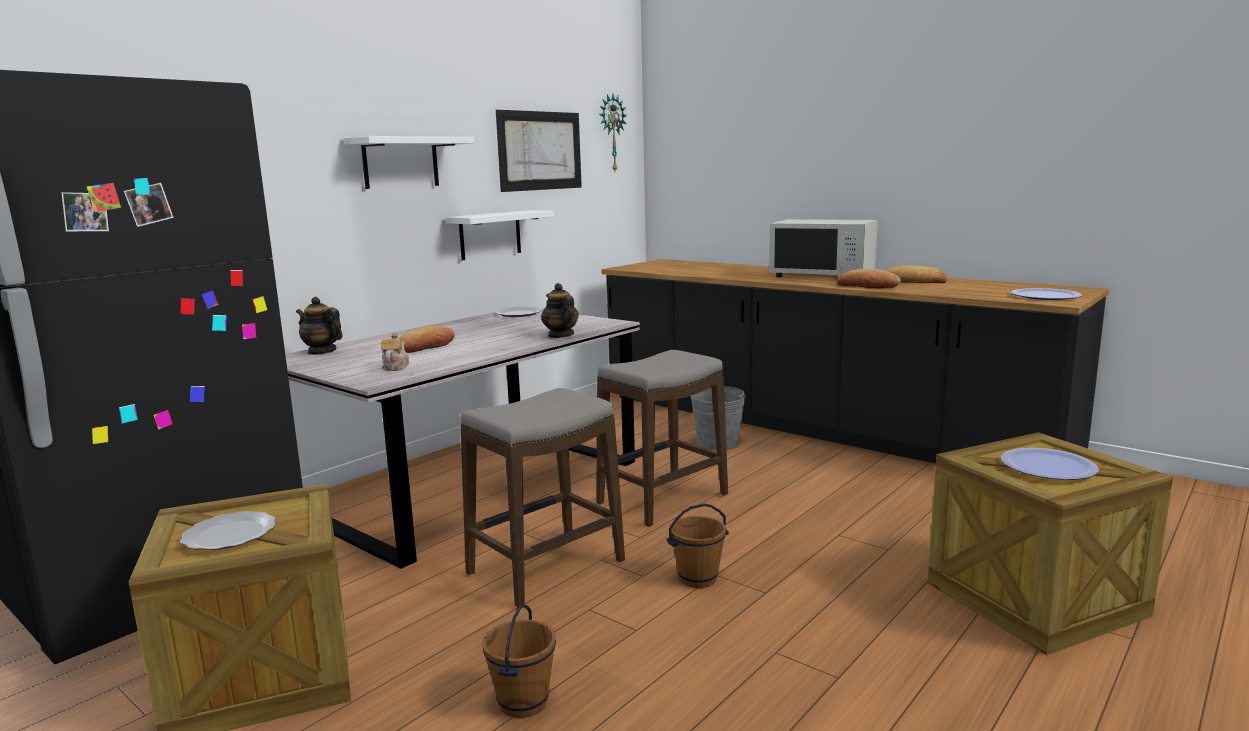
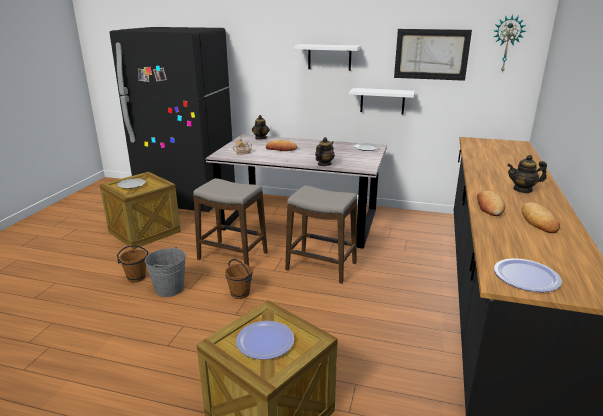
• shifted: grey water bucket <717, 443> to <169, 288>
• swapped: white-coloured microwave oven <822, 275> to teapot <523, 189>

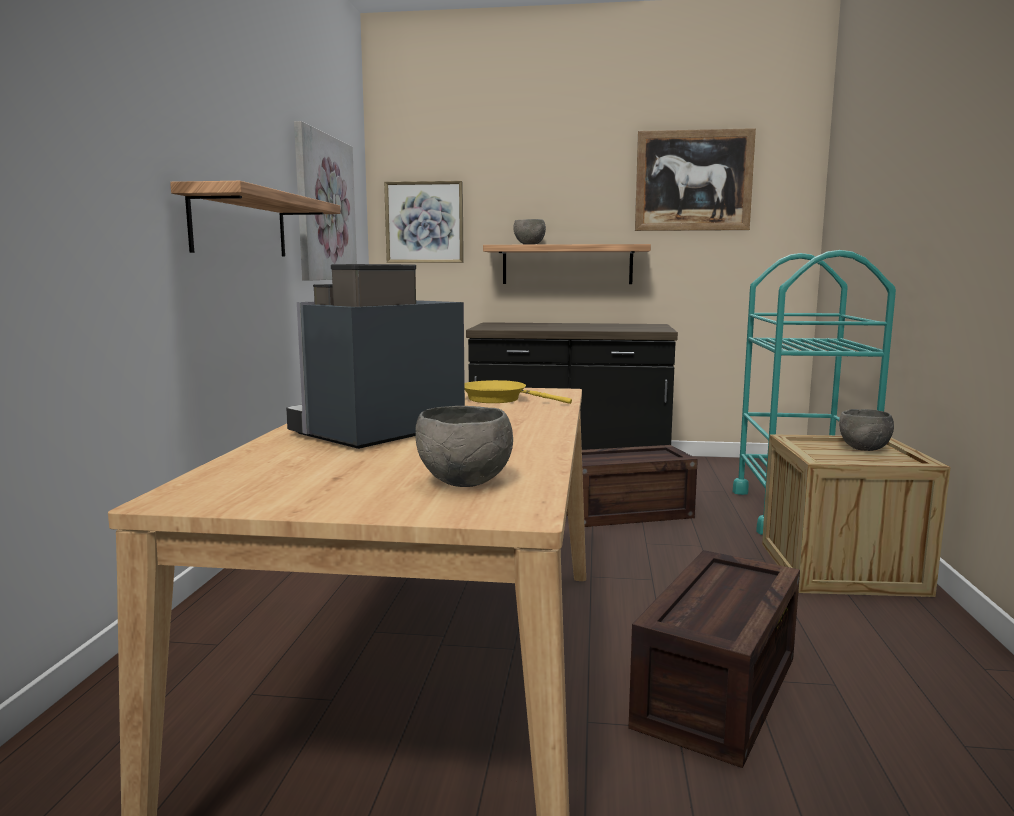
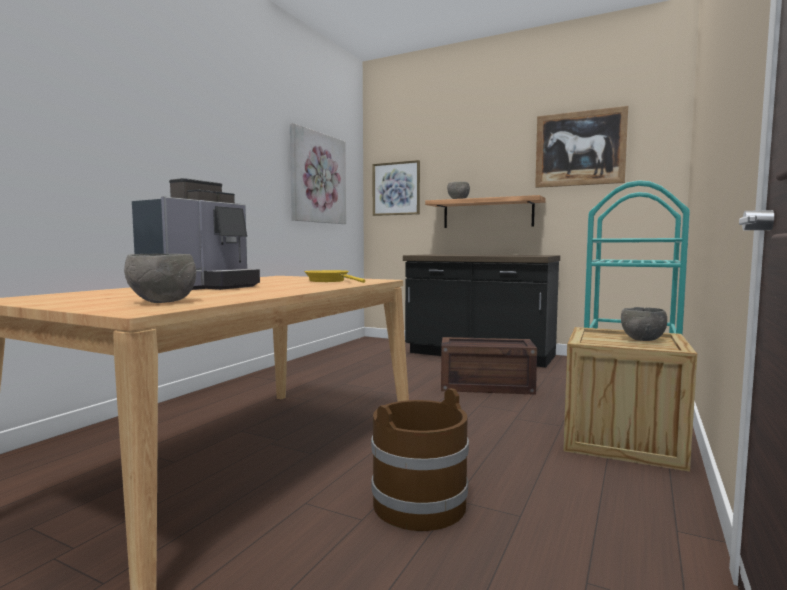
• gone: wall shelf <240, 225>
• rotated: coffee brewer <375, 432> = <202, 287> 150 degrees clockwise
• swapped: packing crate <719, 693> to brown water bucket <419, 504>

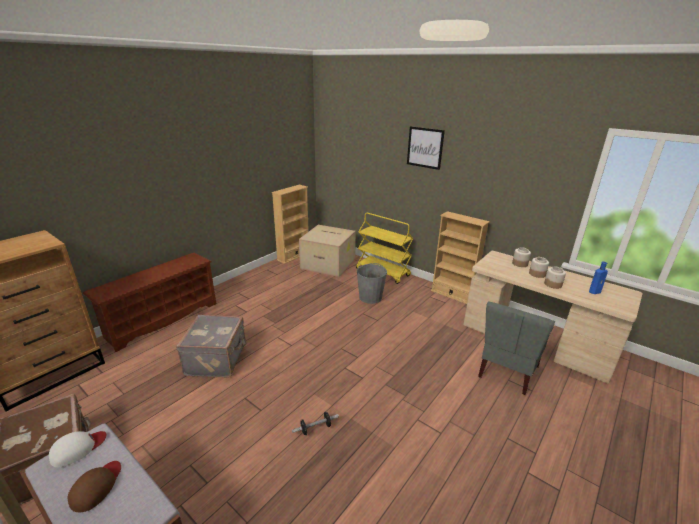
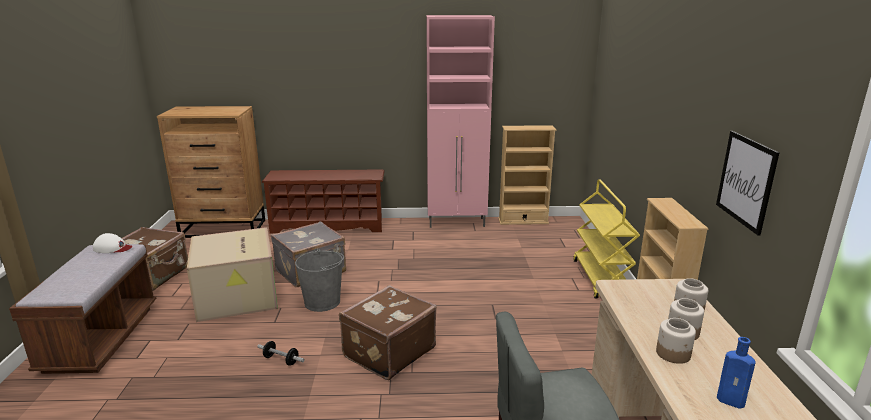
• gone: brown baseball cap <96, 487>
• shifted: carton <329, 263> to <238, 296>
• shifted: grey water bucket <370, 297> to <322, 302>
• shifted: picture <425, 147> to <746, 181>
• new: brown travel case <387, 352>
• new: pink cupboard <457, 223>

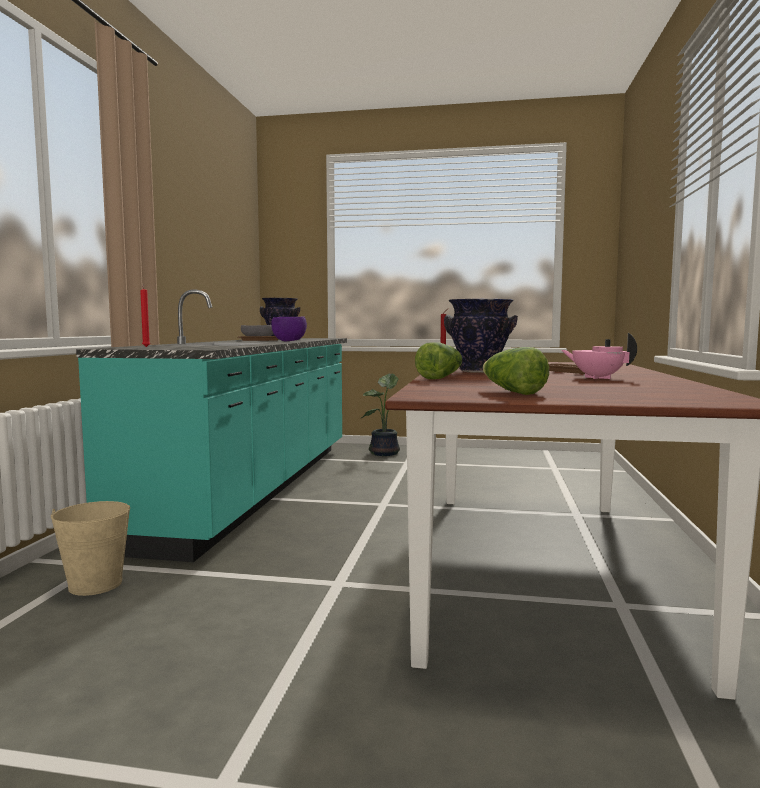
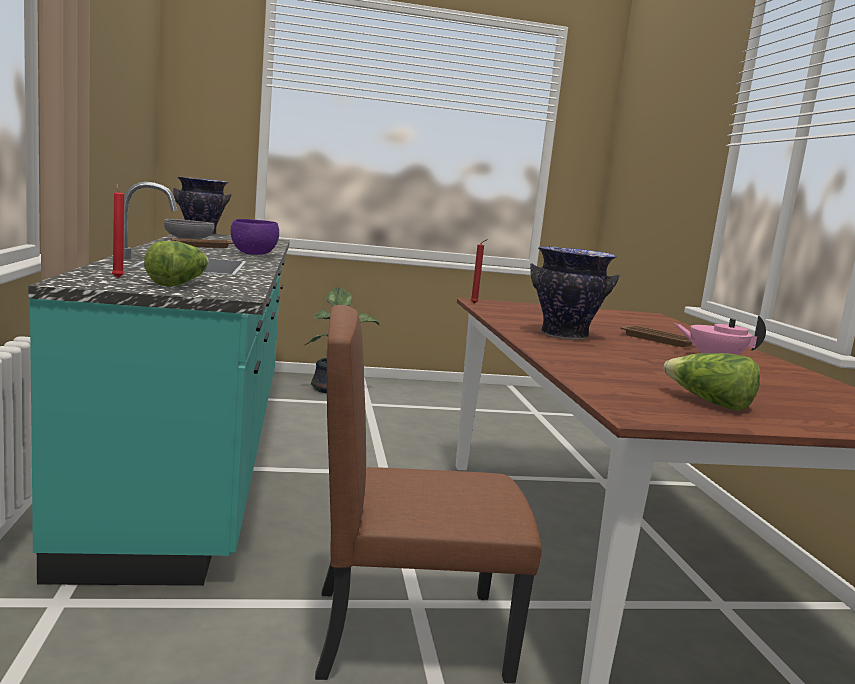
• gone: beige-coloured water bucket <95, 584>
• shifted: head of lettuce <440, 378> to <178, 284>
• new: brown chair <410, 632>

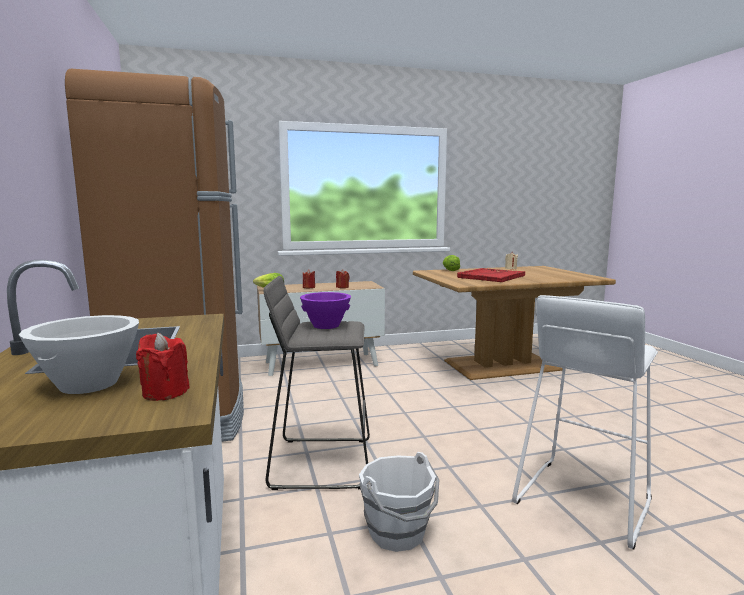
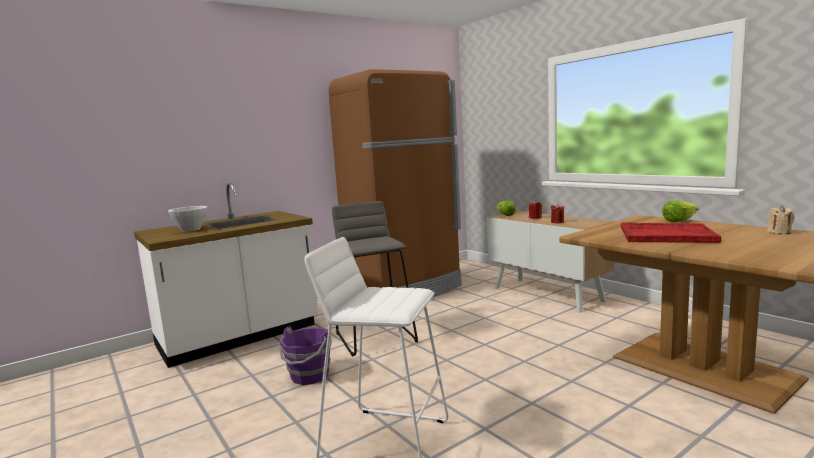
• gone: red wax light <165, 392>
• gone: purple-coloured serving bowl <326, 325>
• repainted: white-coloured water bucket <398, 533> to purple-coloured water bucket <309, 376>

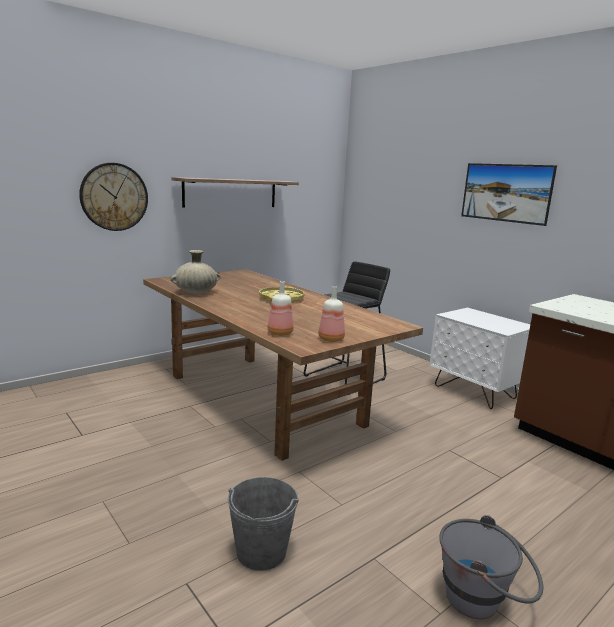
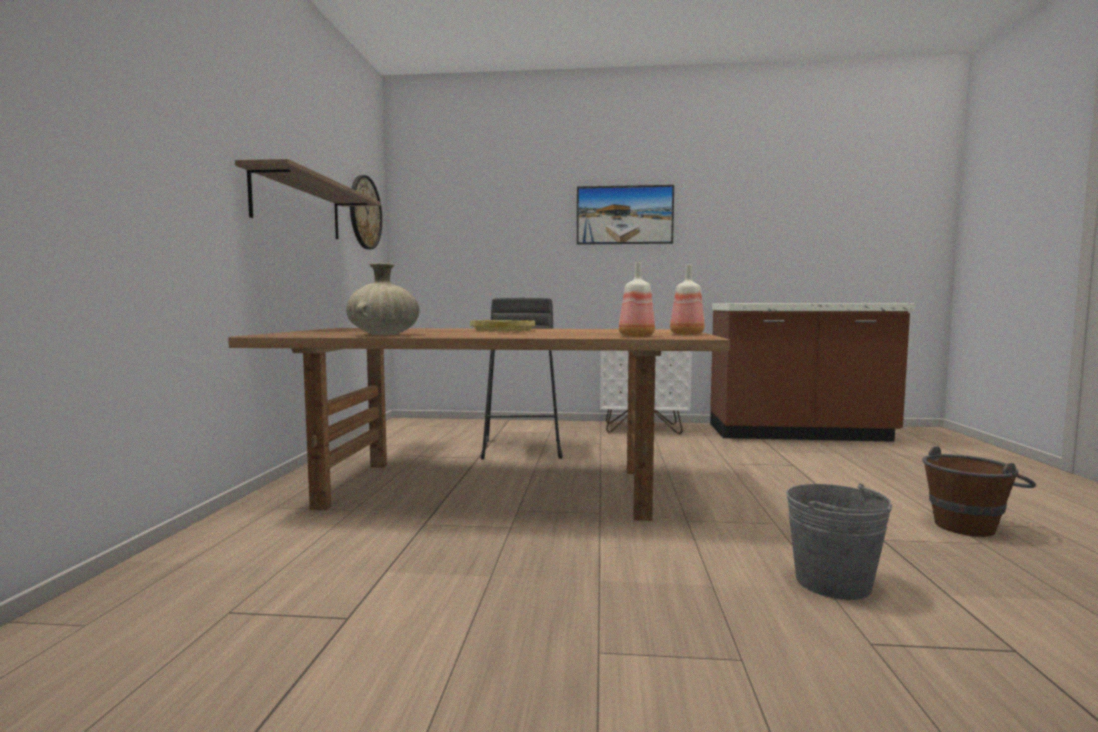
• shifted: hanging clock <114, 197> to <365, 212>
• repainted: grey water bucket <483, 602> to brown water bucket <971, 525>

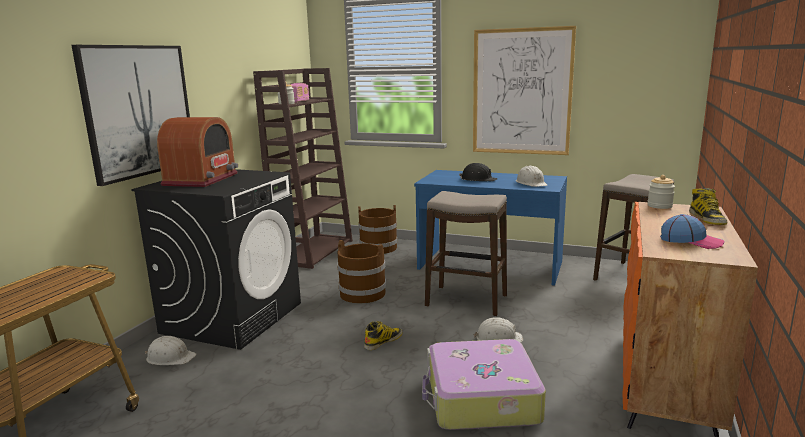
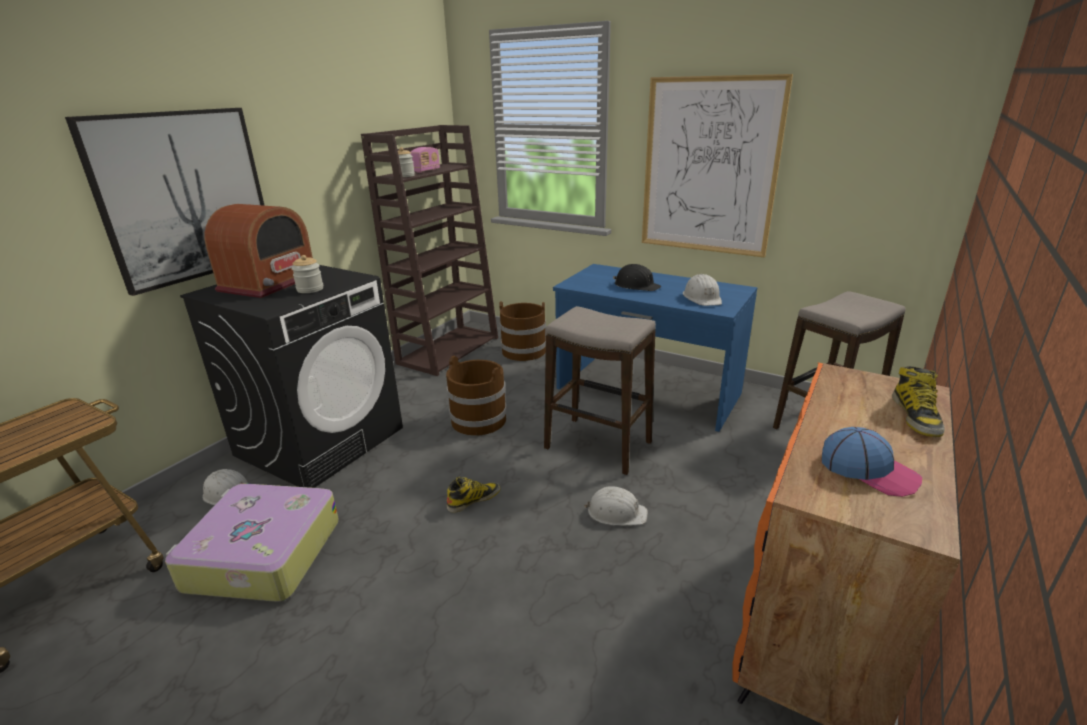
• shifted: travel case <480, 399> to <262, 555>
• shifted: jar <659, 206> to <310, 289>

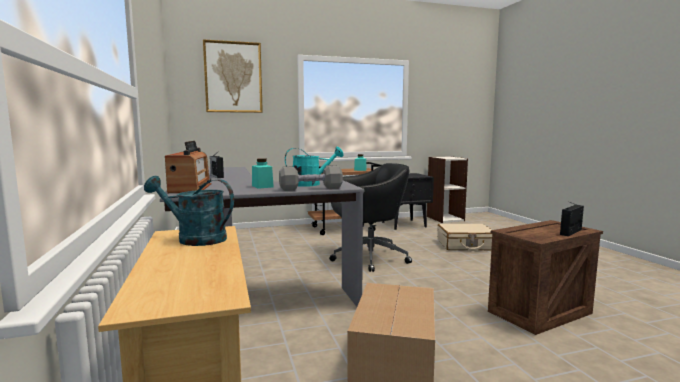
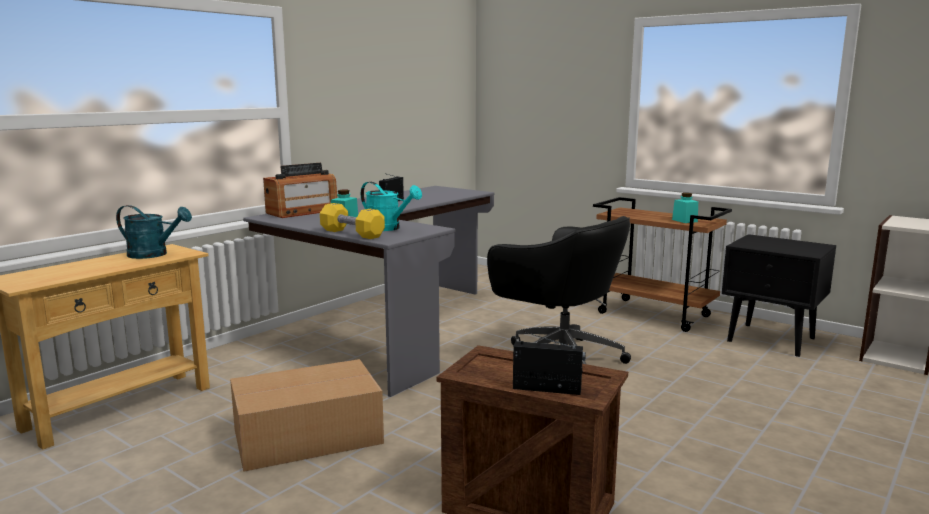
• rotated: turquoise-coloured watering can <194, 239> = <154, 254> 120 degrees clockwise
• gone: picture <233, 77>
• repainted: grey dumbbell <311, 189> to yellowish dumbbell <352, 234>
• gone: beige-coloured travel case <465, 245>

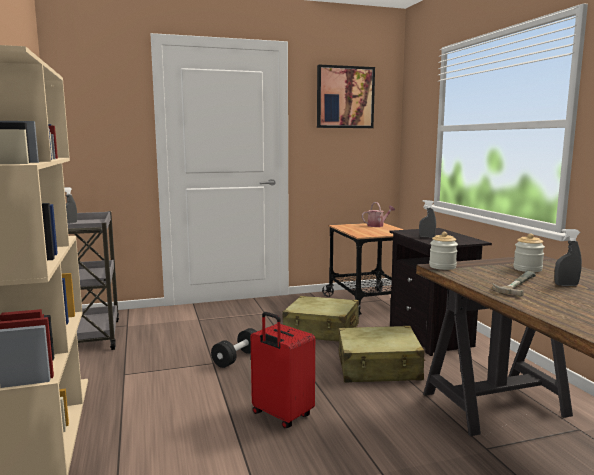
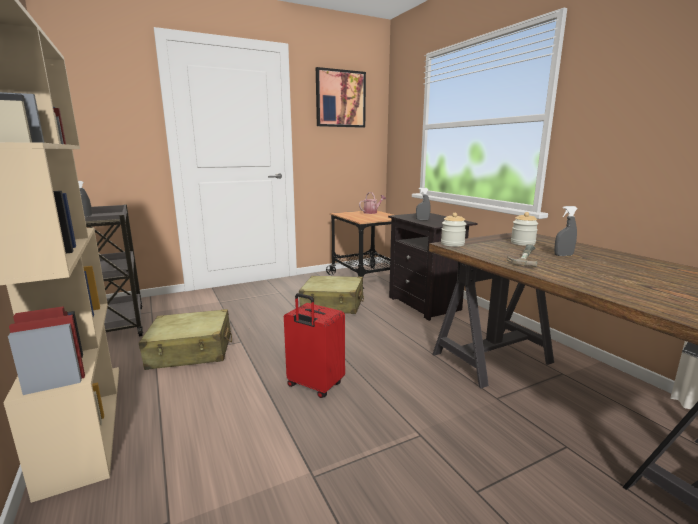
• gone: black dumbbell <237, 358>
• shifted: beige-coloured travel case <379, 368> to <191, 351>

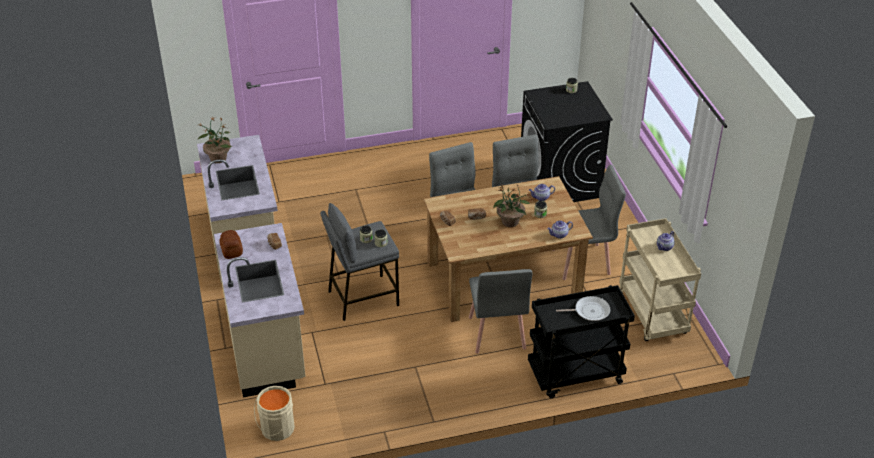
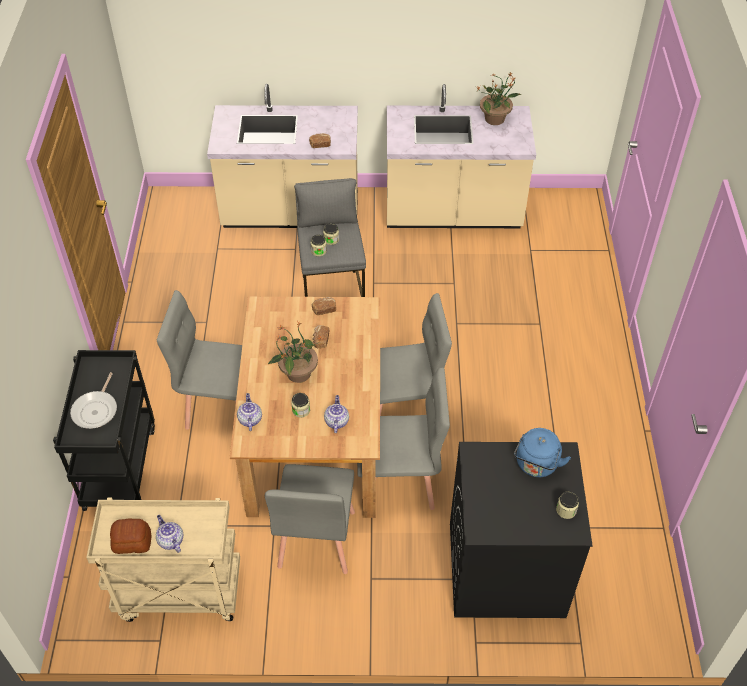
• shifted: baked bread <231, 250> to <132, 541>
• gone: beige-coloured water bucket <276, 429>
• new: bluish tea kettle <536, 465>

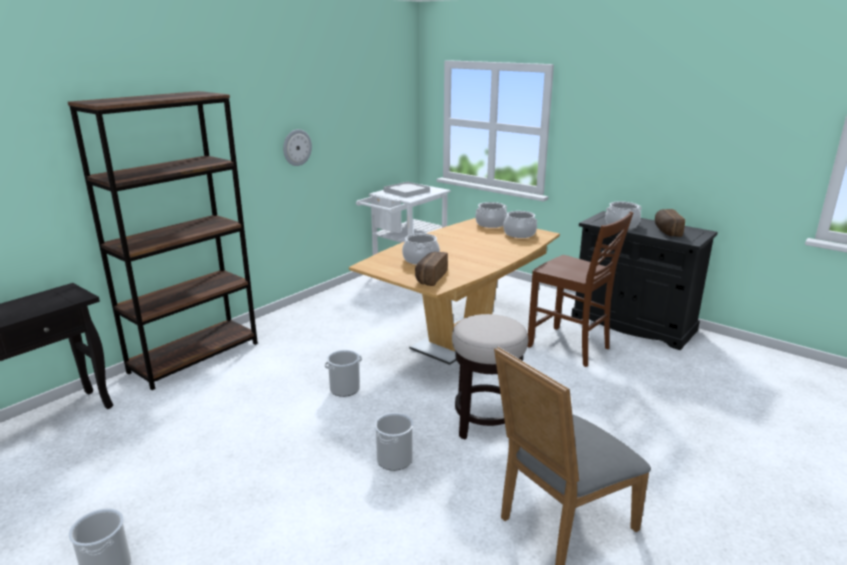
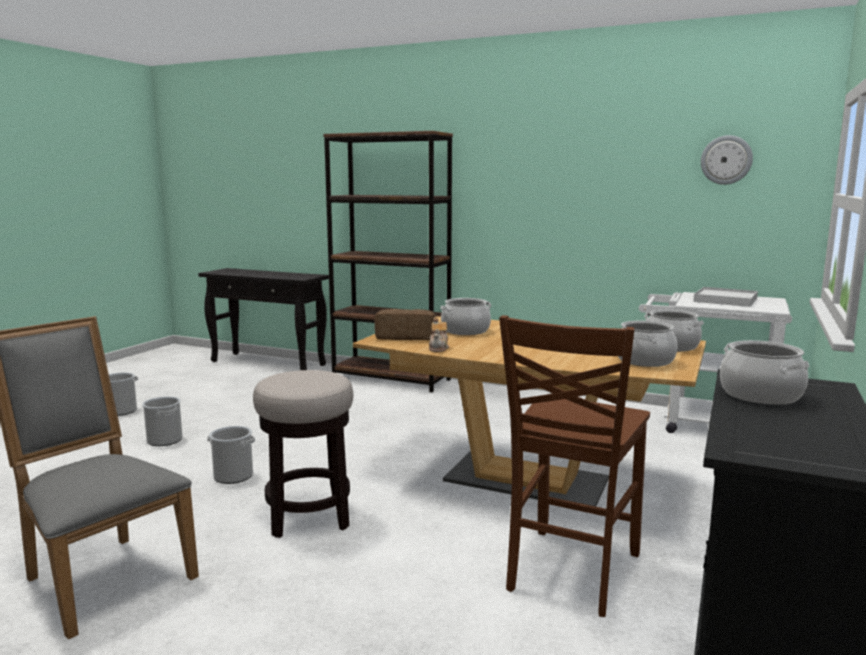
• shifted: hanging clock <296, 147> to <726, 160>
• shifted: water bucket <345, 389> to <165, 440>
• gone: baked bread <666, 231>
• new: teapot <438, 348>

